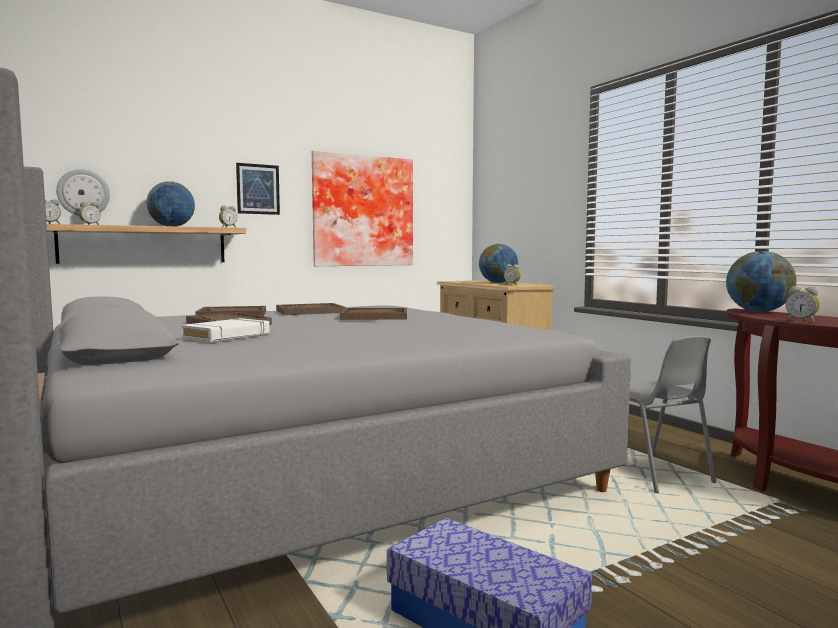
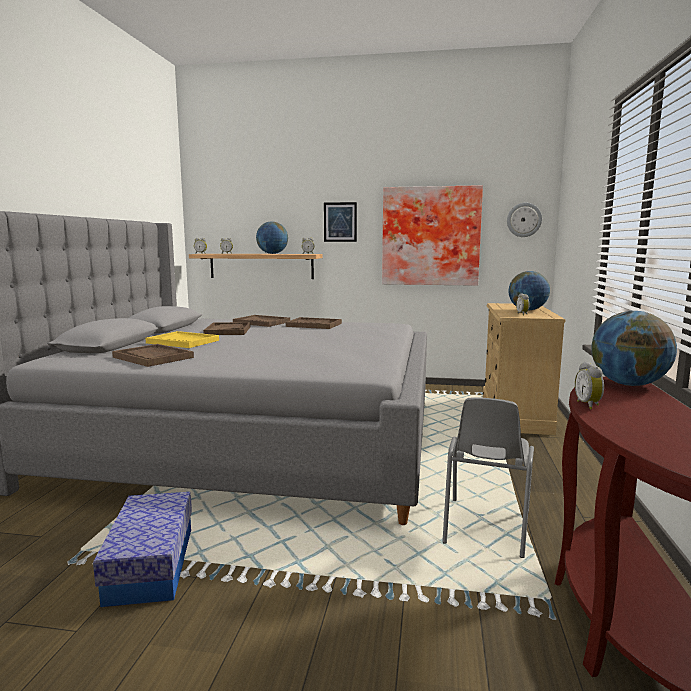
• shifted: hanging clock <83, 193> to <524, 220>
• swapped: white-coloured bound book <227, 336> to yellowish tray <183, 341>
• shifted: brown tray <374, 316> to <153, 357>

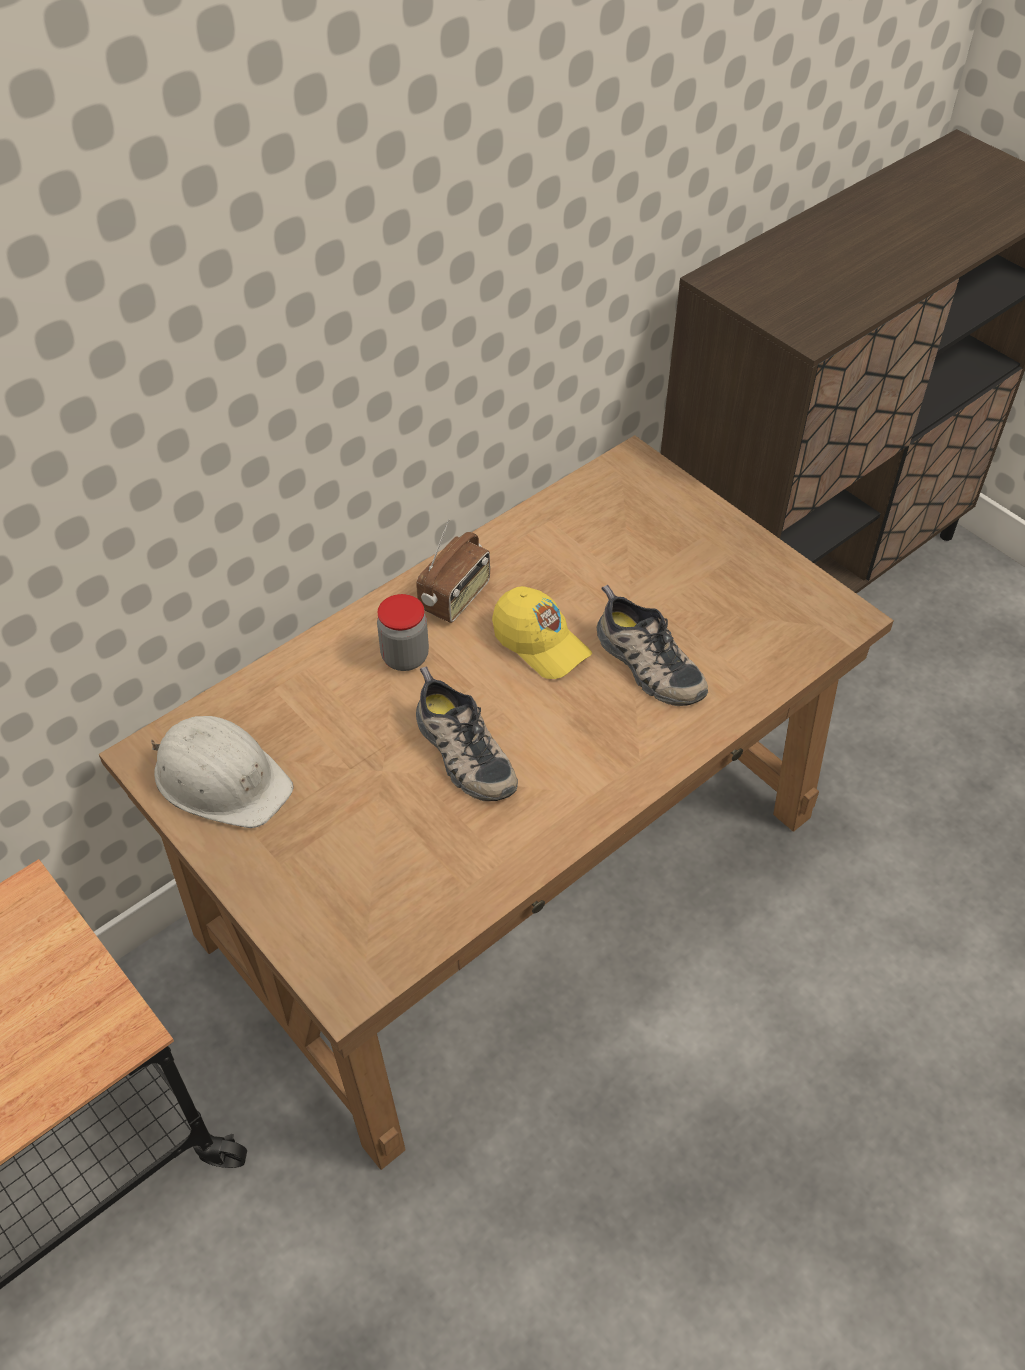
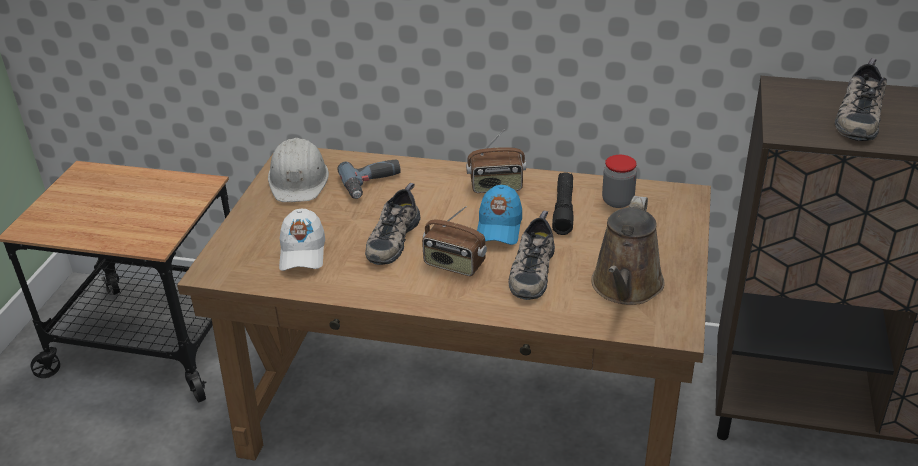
• shifted: jar <405, 657> to <617, 201>
• repainted: yellowish baseball cap <540, 643> to bluish baseball cap <499, 227>
• new: white-coloured baseball cap <302, 252>
• new: electric drill <373, 184>
• new: radio receiver <454, 265>
• new: black flashlight <563, 209>
• new: brown watering can <626, 287>
• new: shoe <857, 116>

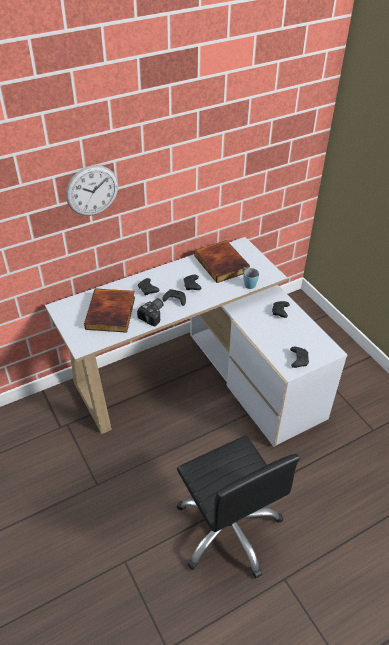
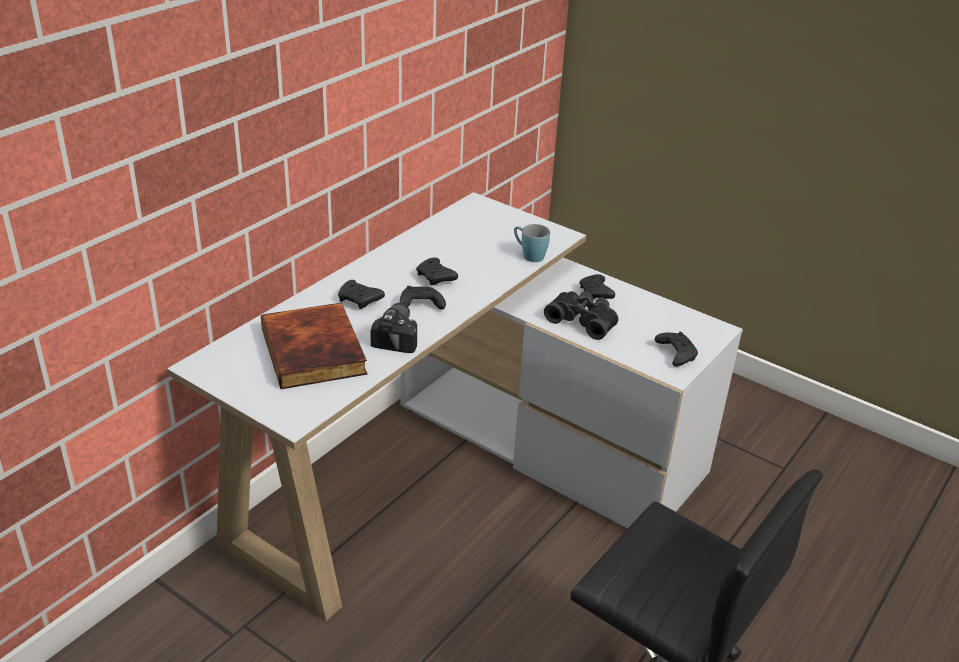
• gone: hanging clock <92, 190>
• gone: bound book <222, 263>
• new: black binoculars <583, 320>

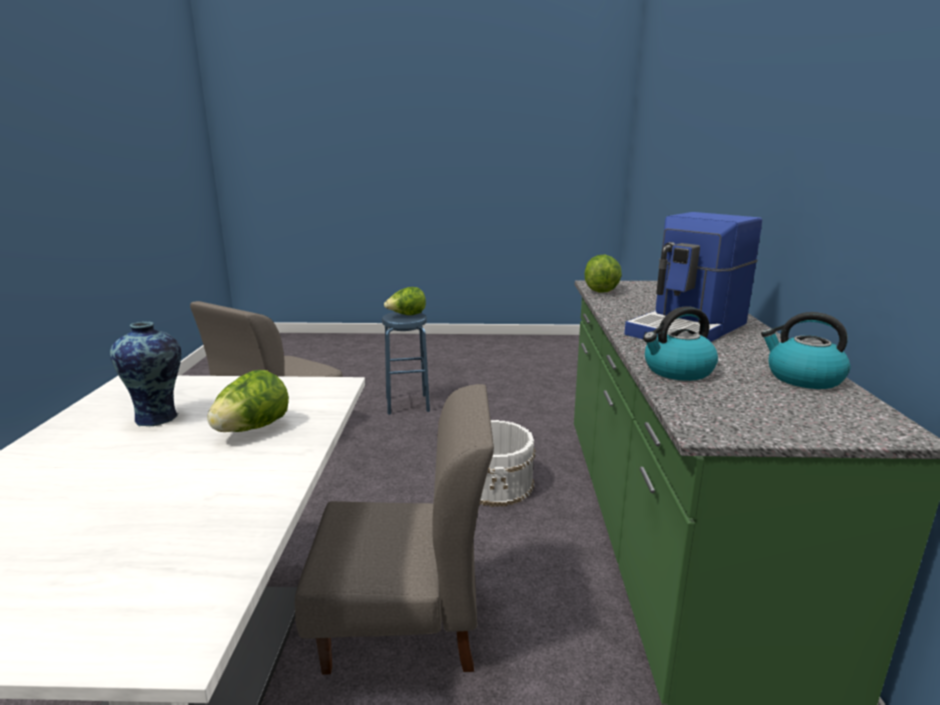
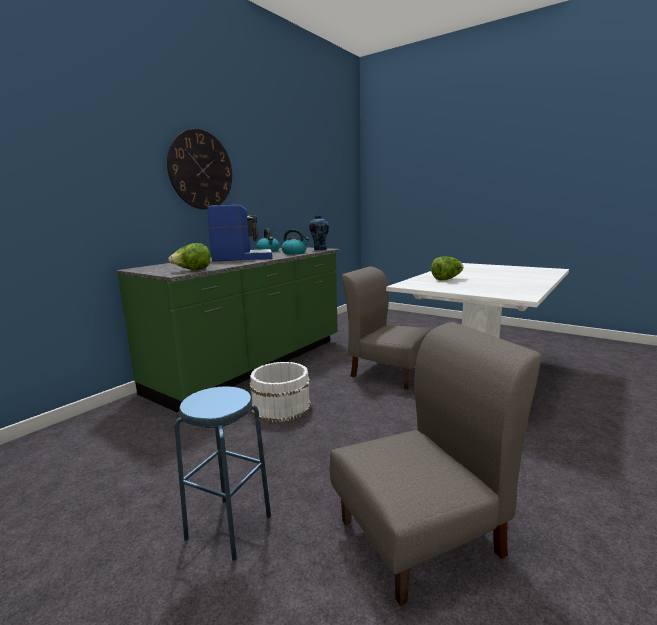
• shifted: decorative vase <159, 417> to <319, 249>
• gone: head of lettuce <406, 315>
• new: hanging clock <201, 170>

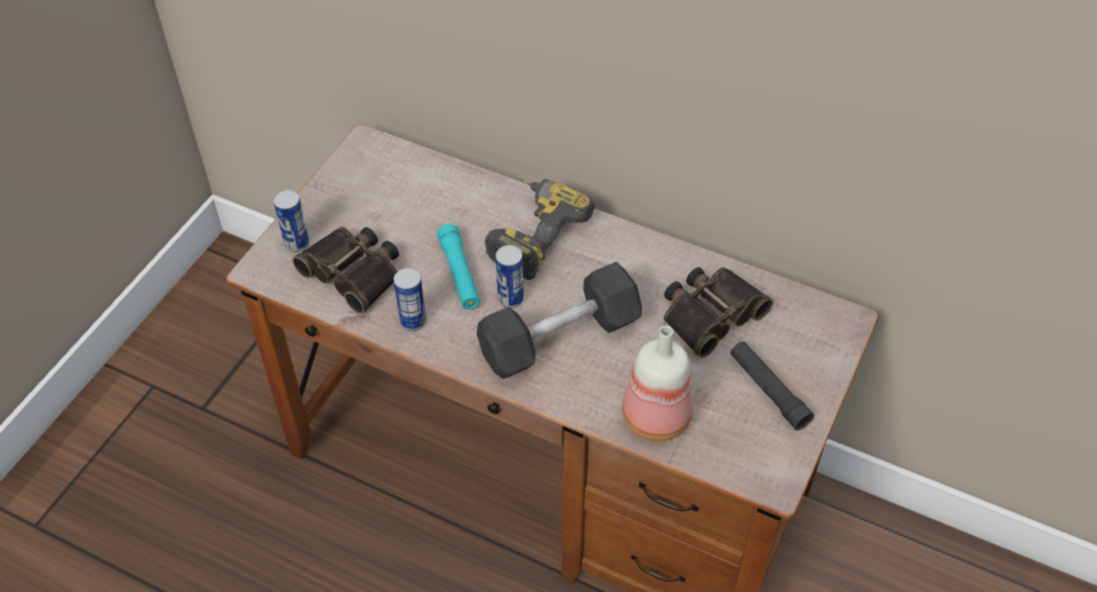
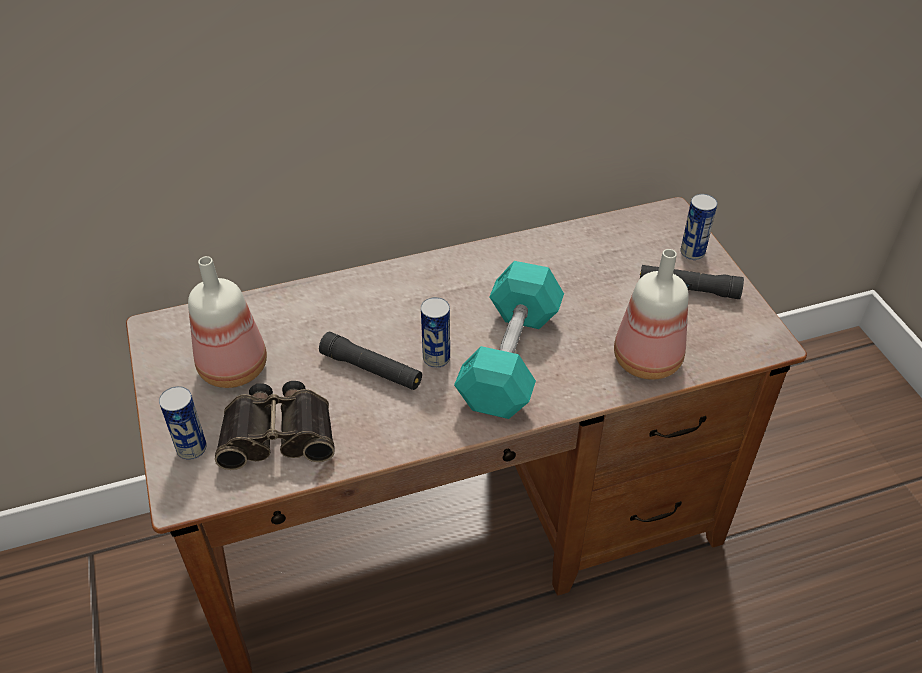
• shifted: sealed can <413, 321> to <692, 252>
• repainted: turquoise-coloured flashlight <459, 274> to black flashlight <371, 369>
• repainted: grey dumbbell <559, 338> to turquoise-coloured dumbbell <510, 358>
• gone: electric drill <530, 233>
• gone: binoculars <710, 313>
• new: bottle <235, 366>

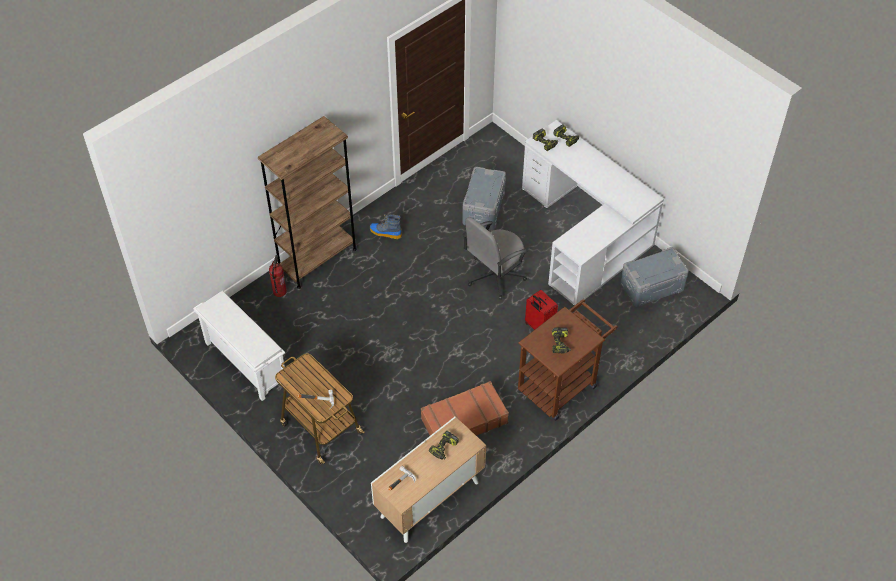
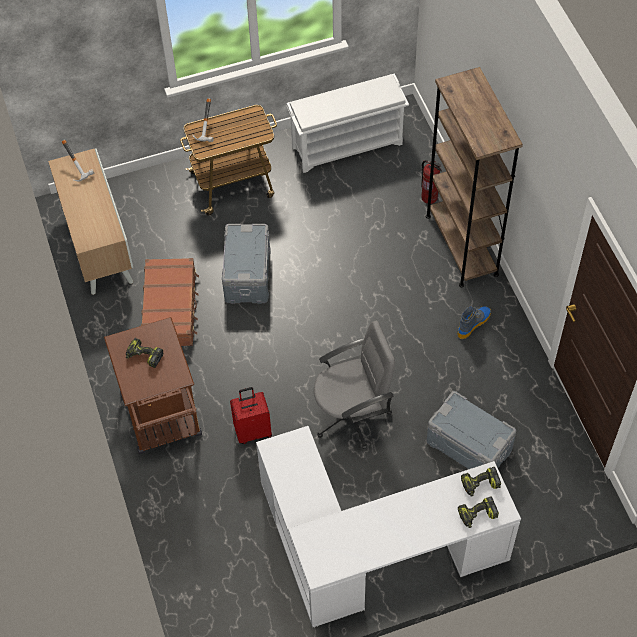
• gone: electric drill <444, 449>
• rotated: grey computer chair <494, 276> = <352, 415> 90 degrees clockwise
• shifted: grey storage bin <652, 287> to <246, 274>

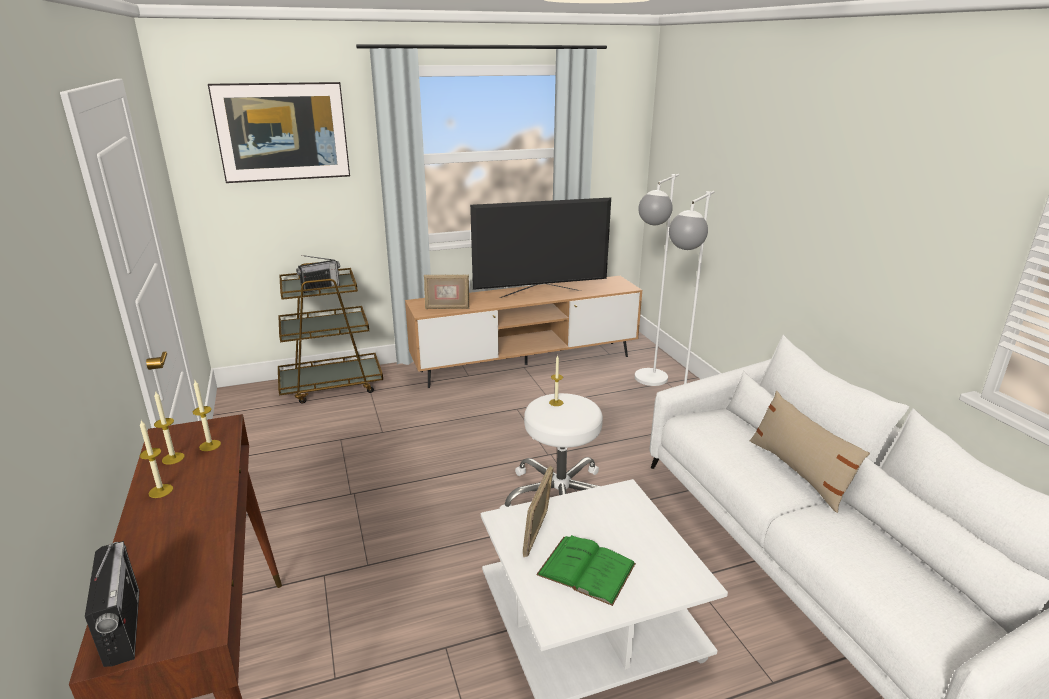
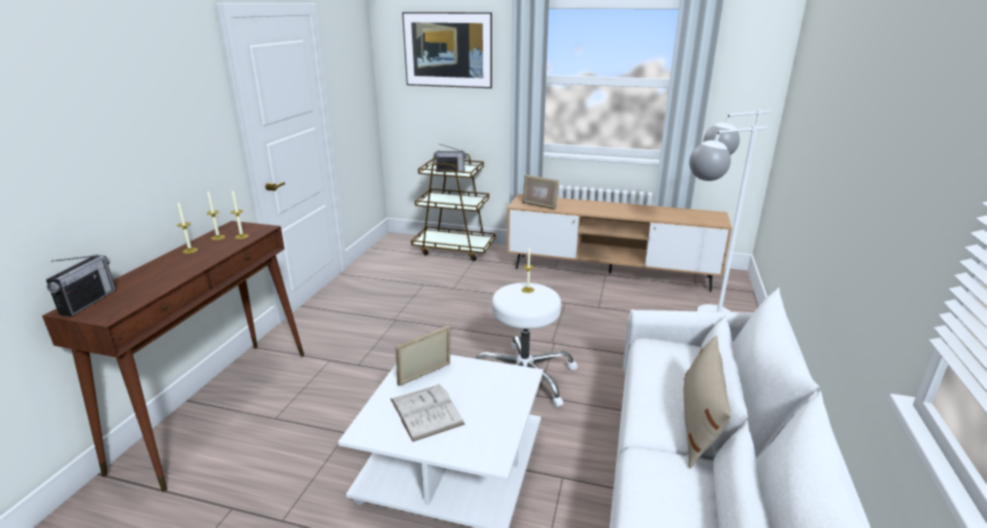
• gone: TV <540, 293>
• repainted: greenish bound book <586, 569> to white-coloured bound book <426, 411>

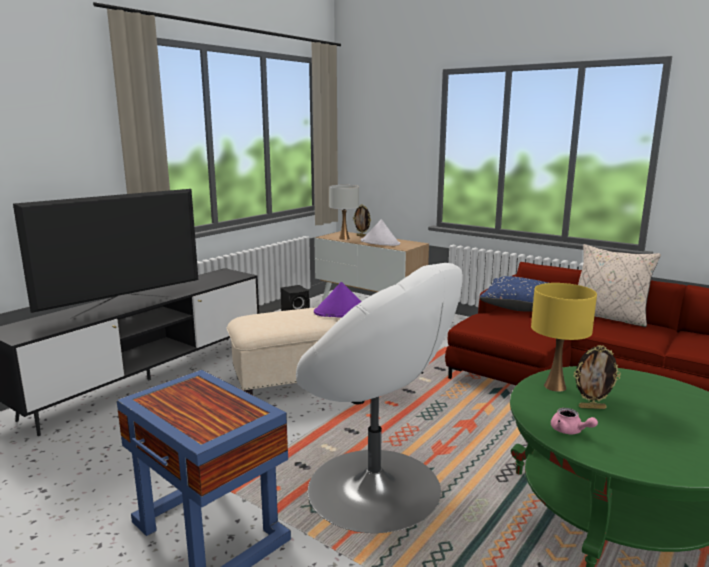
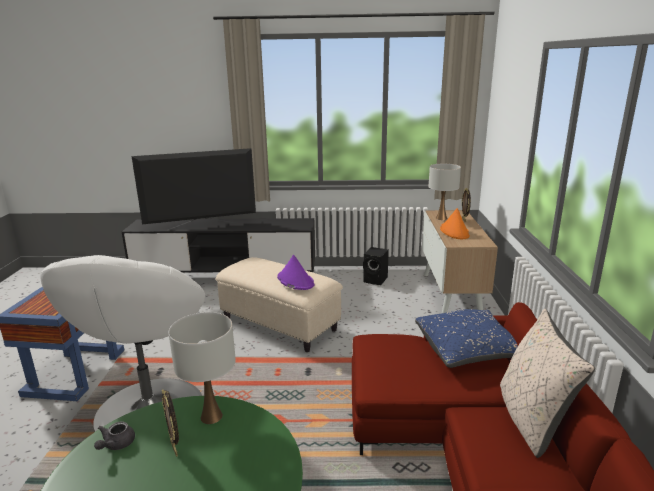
• rotated: TV <123, 306> = <201, 226> 150 degrees clockwise
• repainted: white-coloured clothing hat <380, 243> to orange clothing hat <454, 232>
• repainted: yellowish table lamp <555, 386> to white-coloured table lamp <211, 417>
• repainted: pink teapot <570, 431> to grey teapot <116, 445>

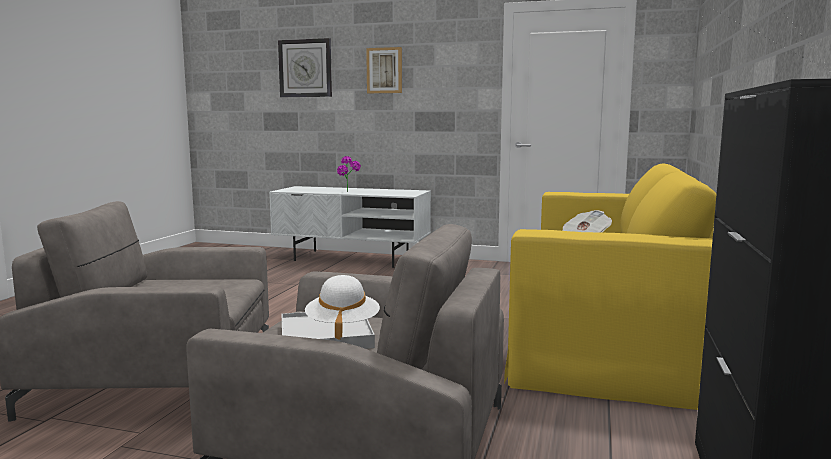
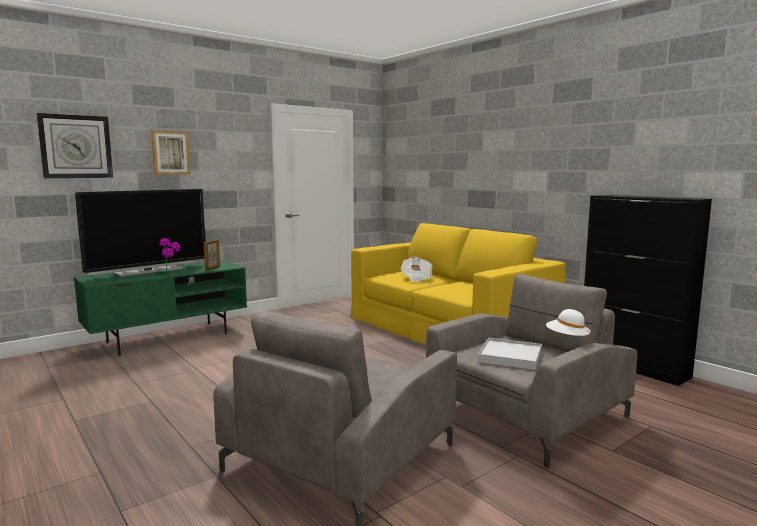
• repainted: white-coloured tv unit <353, 259> to greenish tv unit <168, 337>
• new: TV <148, 271>
• new: photo frame <212, 268>

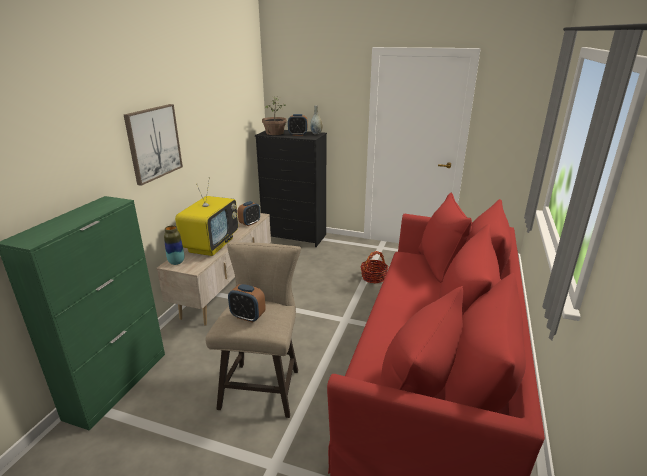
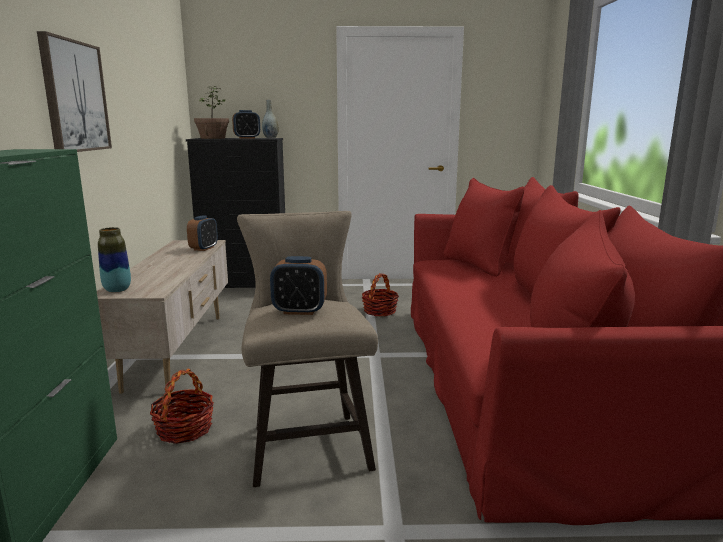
• gone: TV <211, 245>
• new: storage basket <184, 429>

